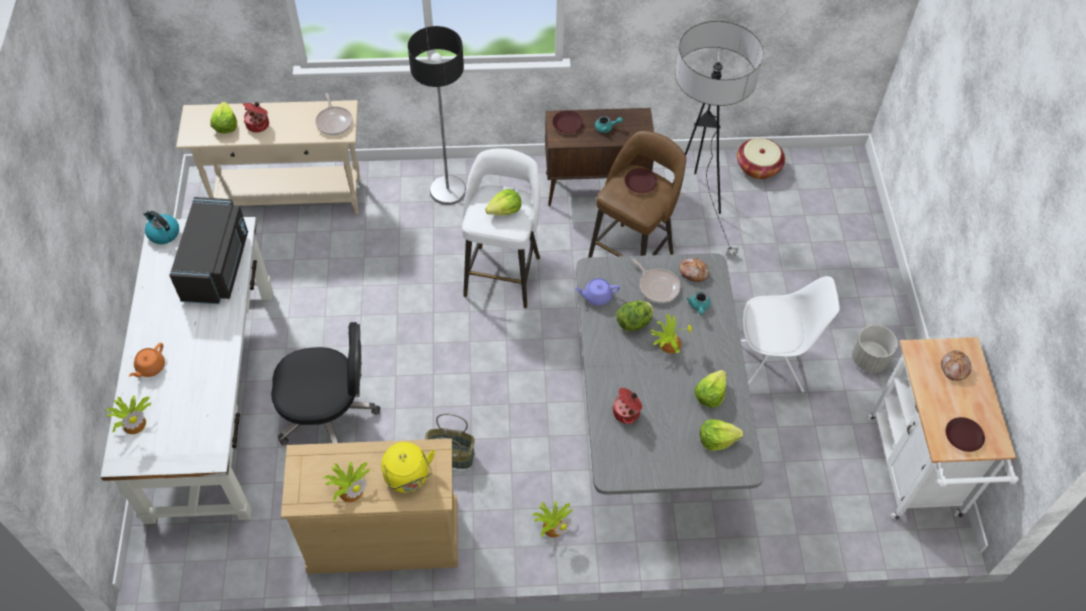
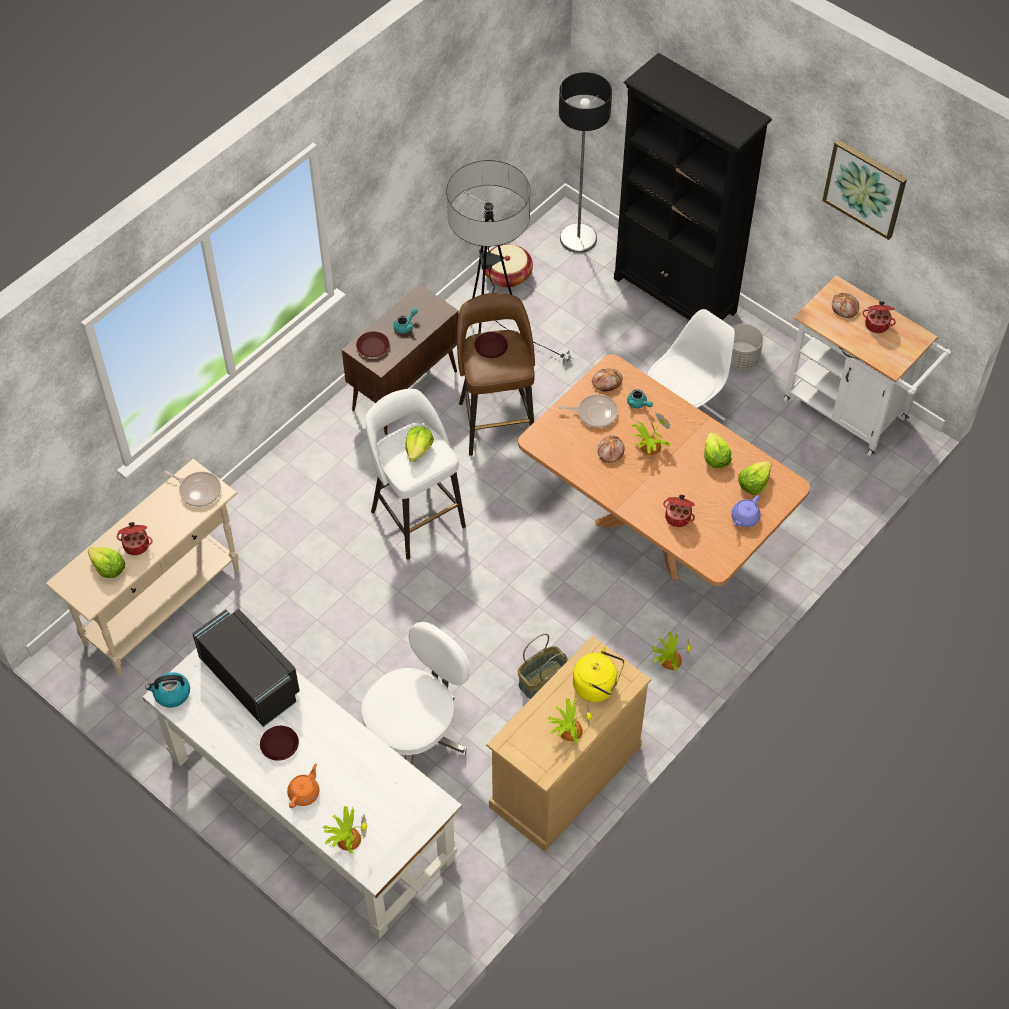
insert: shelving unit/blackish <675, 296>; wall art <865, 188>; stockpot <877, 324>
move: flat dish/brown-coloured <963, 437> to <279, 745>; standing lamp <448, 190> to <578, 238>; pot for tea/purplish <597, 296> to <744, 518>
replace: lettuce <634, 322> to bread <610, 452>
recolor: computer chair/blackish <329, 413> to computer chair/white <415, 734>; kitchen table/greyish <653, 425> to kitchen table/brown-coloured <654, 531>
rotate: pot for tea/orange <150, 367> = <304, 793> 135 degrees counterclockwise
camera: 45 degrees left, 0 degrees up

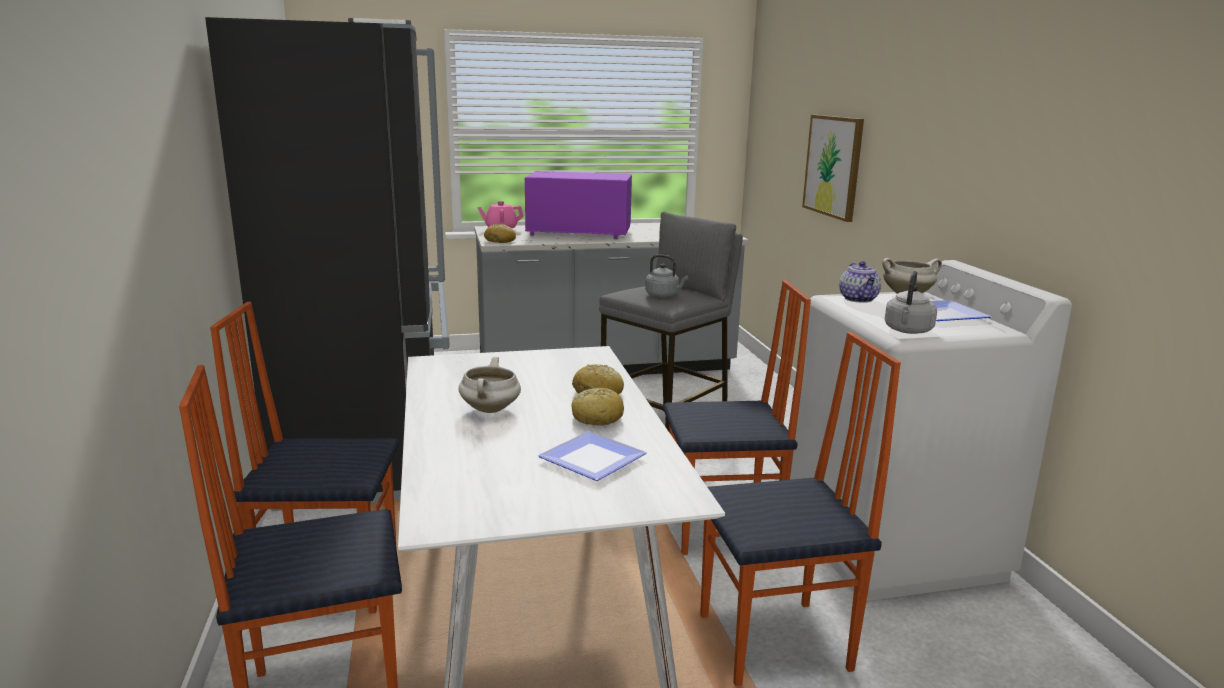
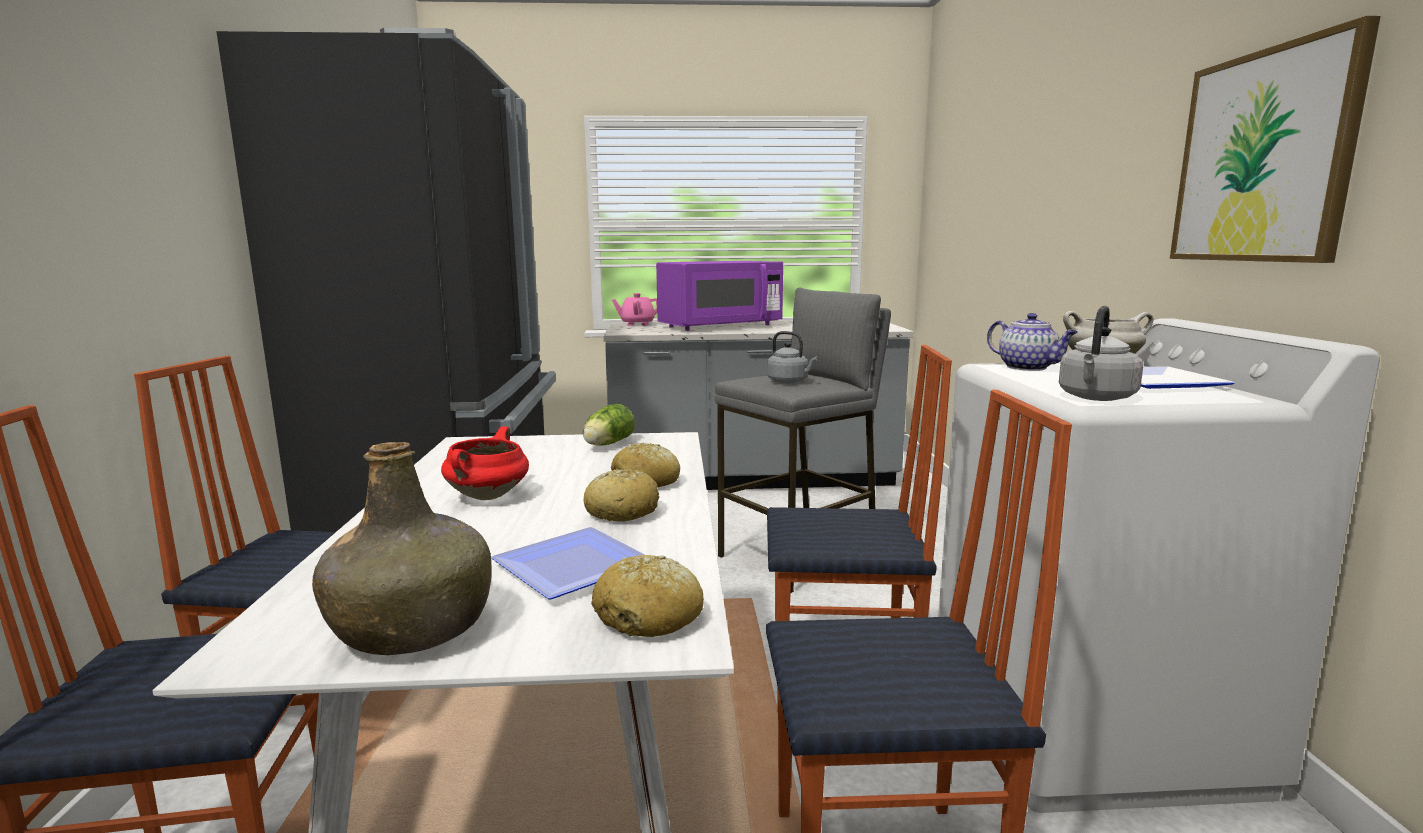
insert: bottle/green <413, 627>; lettuce <606, 444>
move: bread <500, 241> to <649, 617>; wall art <833, 166> to <1263, 157>
recolor: stockpot/white <491, 410> to stockpot/reddish <488, 497>
rotate: kitchen microwave/purplish <579, 233> = <720, 326> 135 degrees clockwise; pot for tea <859, 299> = <1028, 368> 45 degrees counterclockwise
camera: 10 degrees right, 5 degrees down

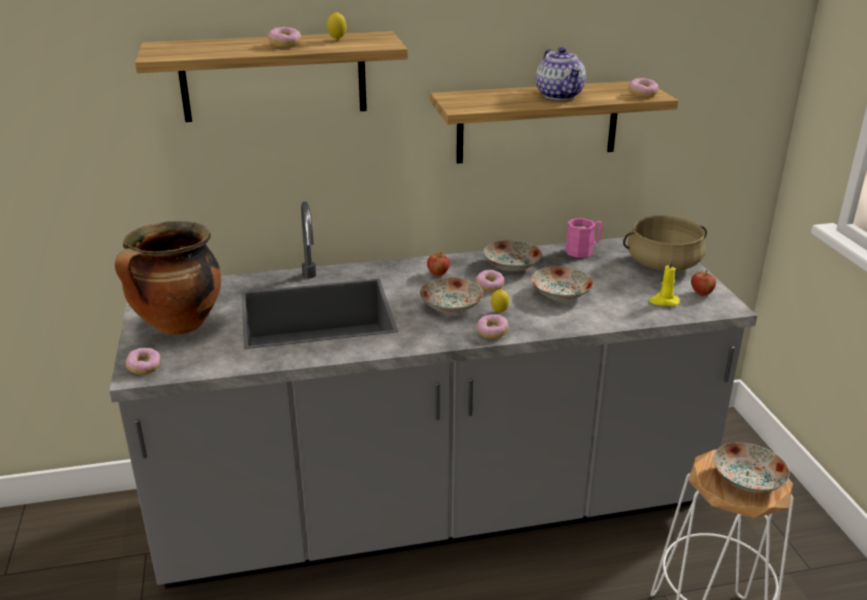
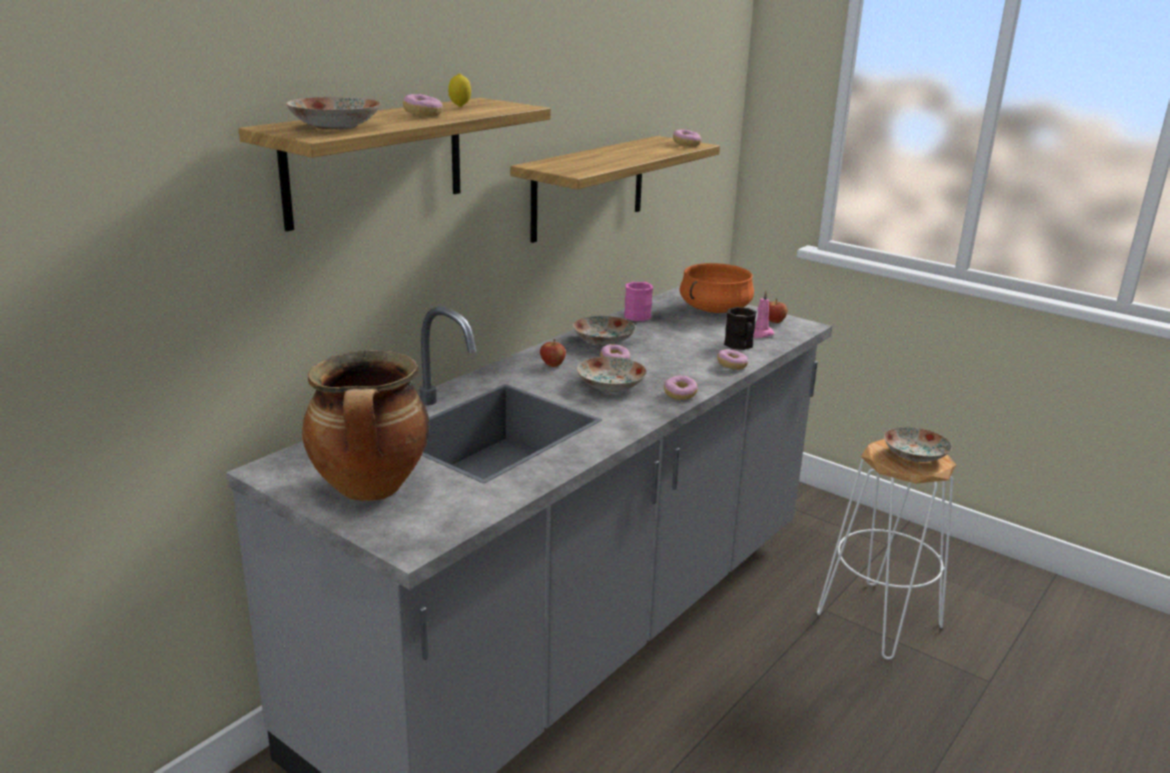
delete: whole lemon <499, 312>; pot for tea <560, 95>
insert: mug/blackish <740, 346>
move: flat dish <560, 294> to <334, 127>; ring doughnut <144, 367> to <731, 366>
recolor: stockpot/sand-coloured <663, 264> to stockpot/orange <714, 309>; wax light/yellow <663, 301> to wax light/pinkish <760, 334>
camera: 40 degrees left, 5 degrees down

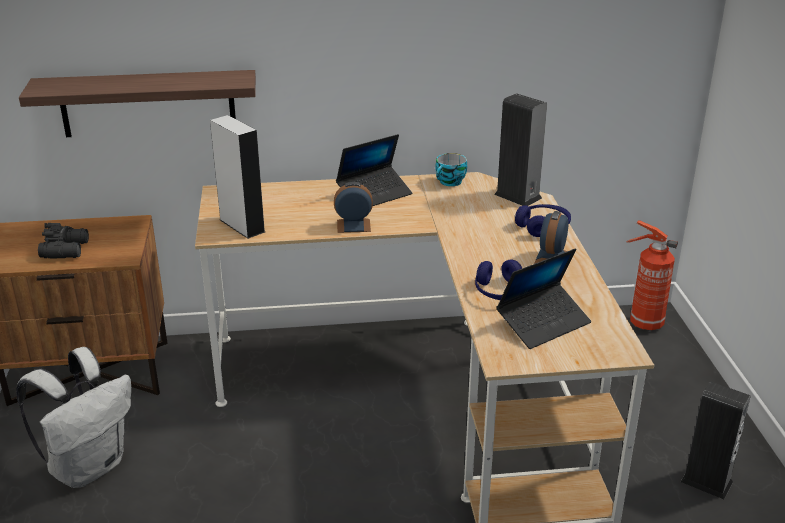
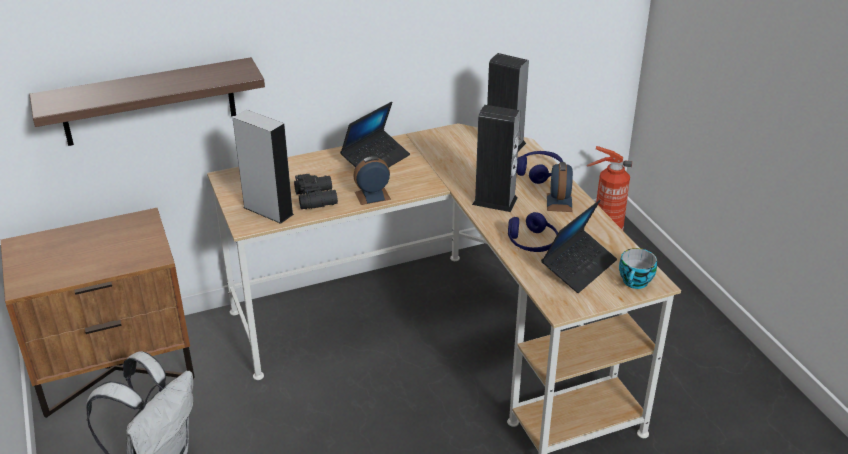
move: pair of binoculars/blackish <66, 249> to <317, 198>; loudspeaker <706, 481> to <494, 201>; drinking cup <450, 182> to <635, 282>
camera: 15 degrees left, 5 degrees up

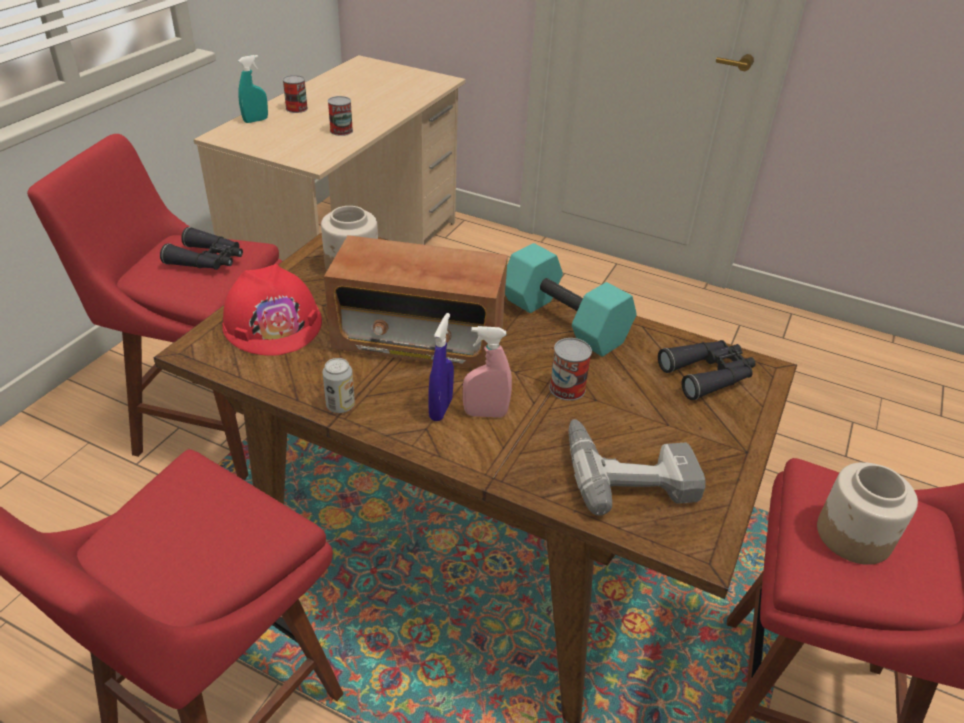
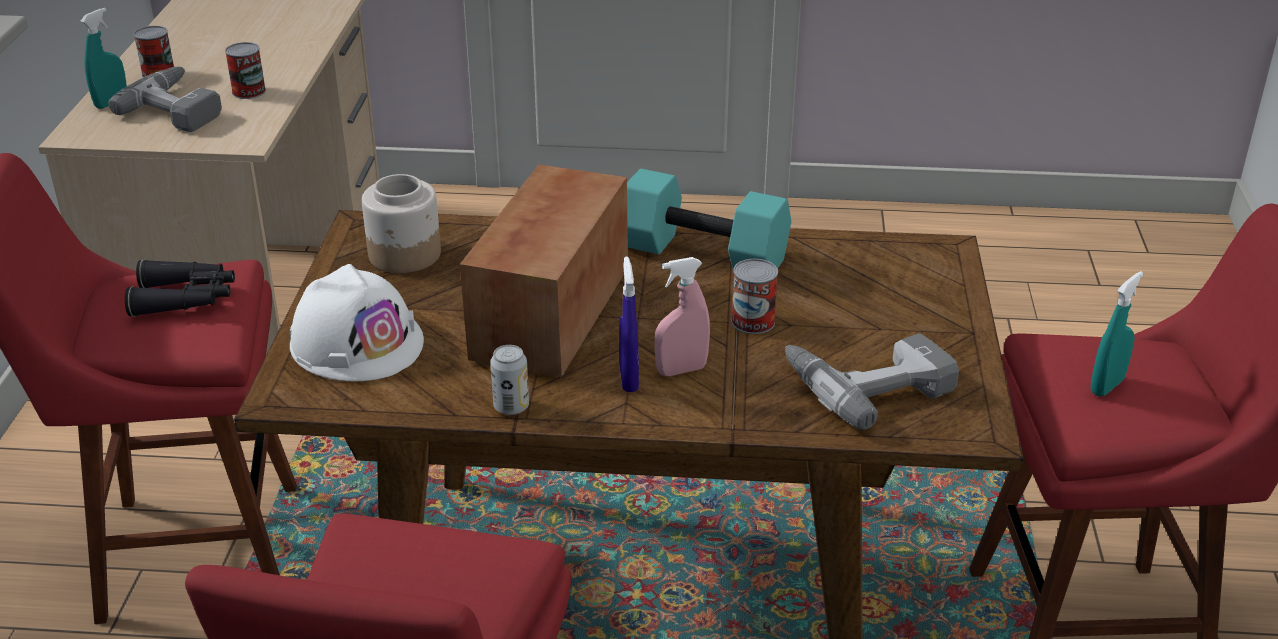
delete: pair of binoculars/blackish <708, 375>
insert: power drill <180, 107>
replace: storage jar <854, 535> to spray bottle/turquoise <1107, 386>
recolor: hard hat/reddish <273, 323> to hard hat/white <357, 342>
rotate: radio set <418, 340> = <550, 316> 120 degrees clockwise
camera: 20 degrees left, 5 degrees down

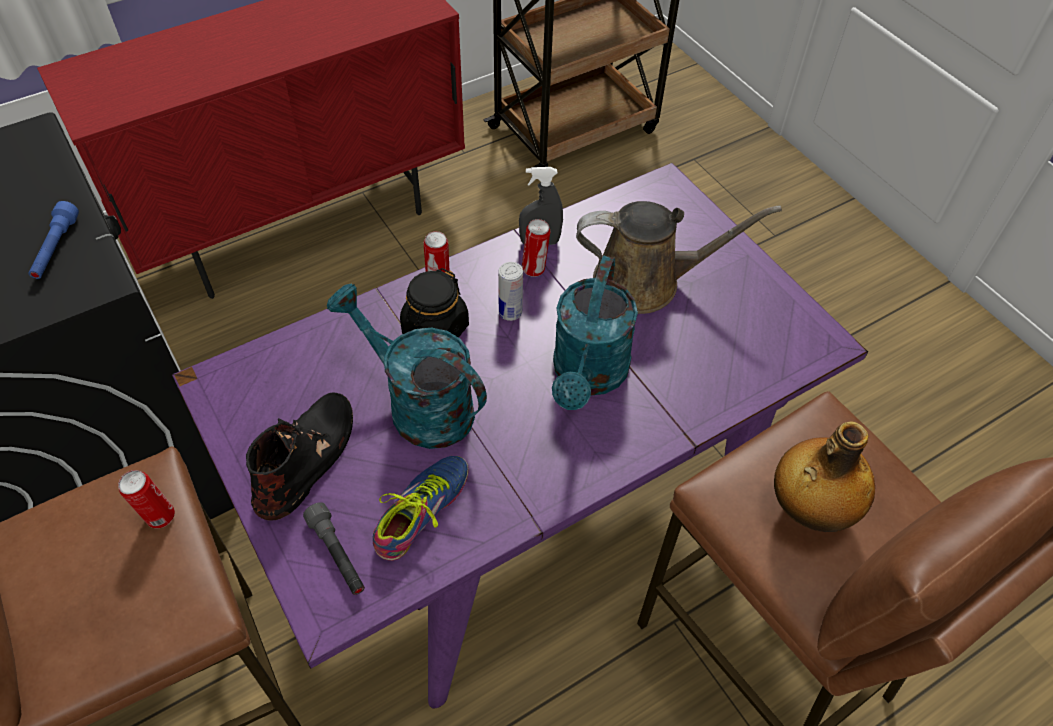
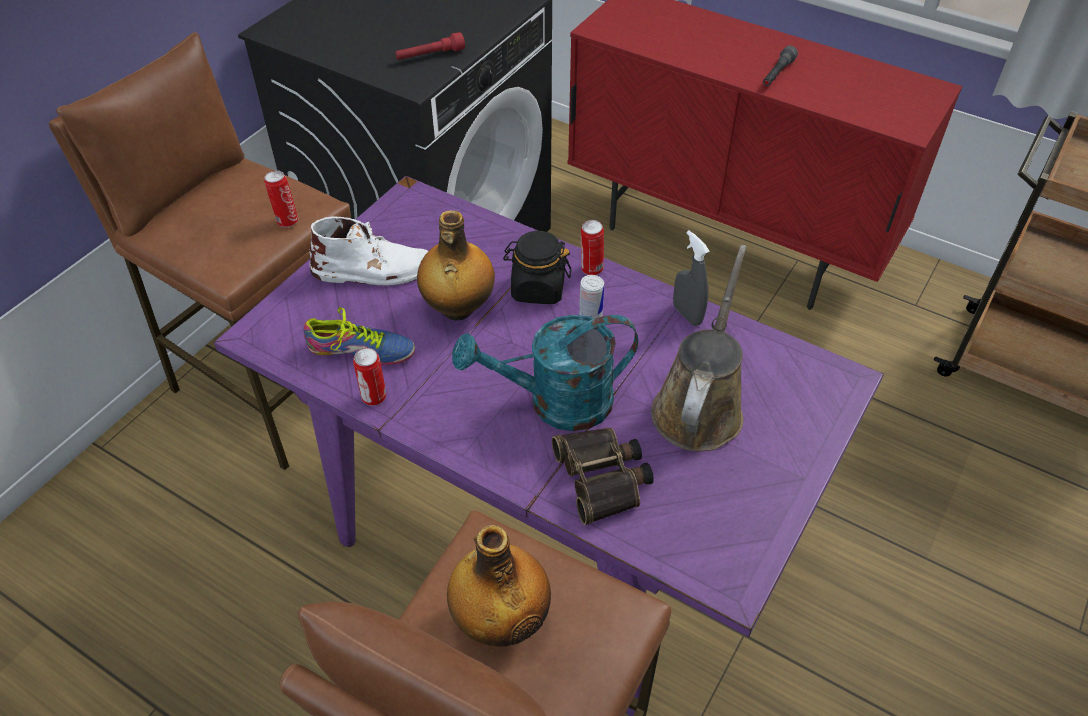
insert: pair of binoculars <603, 478>
move: sealed can <535, 269> to <374, 398>; hand torch/greyish <337, 555> to <777, 74>
replace: watering pot/turquoise <419, 404> to bottle <457, 309>
recolor: boot/blackish <307, 457> to boot/white <374, 270>; hand torch/bluish <56, 249> to hand torch/reddish <430, 56>
rotate: watering pot/brown-coloured <645, 281> = <699, 406> 135 degrees counterclockwise
camera: 65 degrees right, 5 degrees down

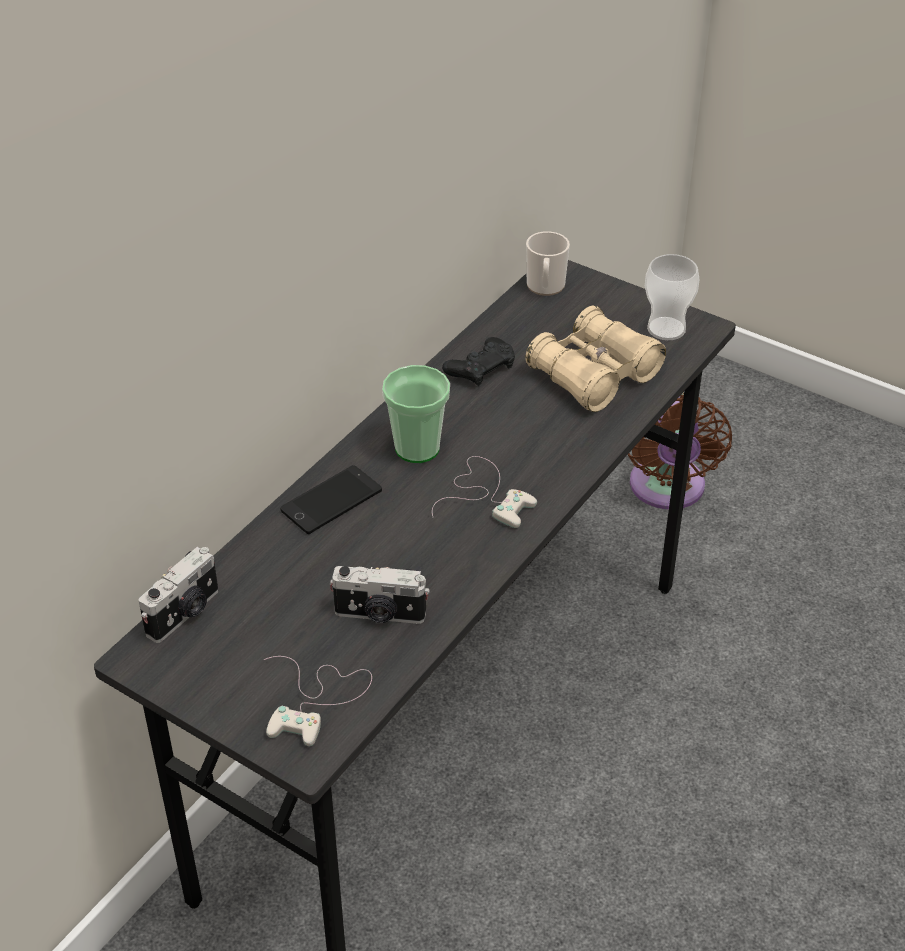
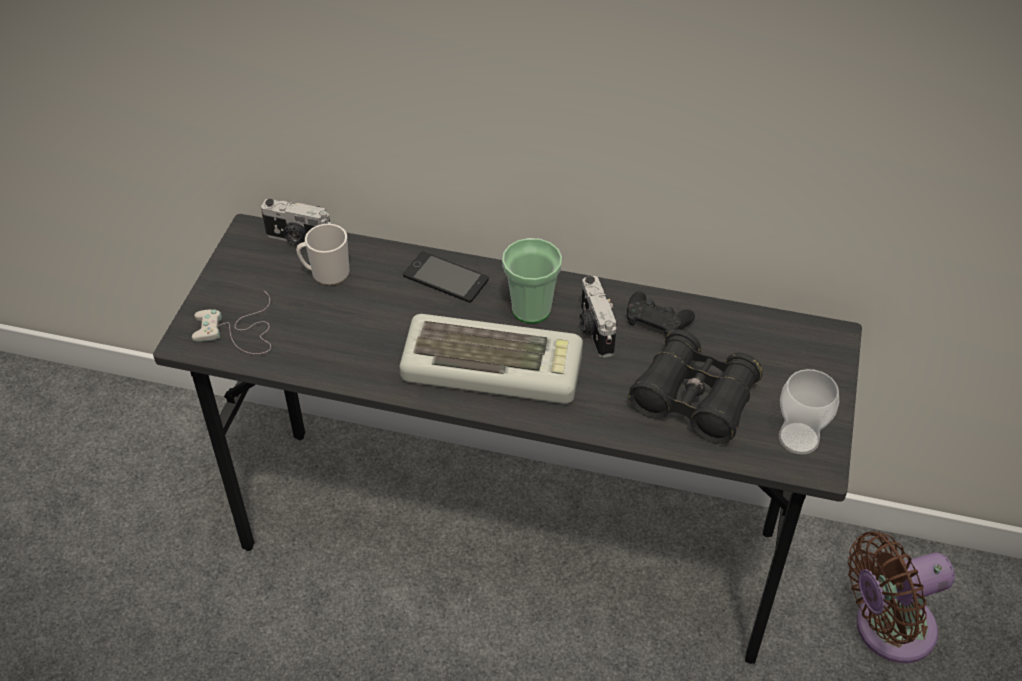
move: mug <545, 287> to <326, 273>; still camera <380, 615> to <594, 331>
replace: joypad/white <485, 495> to computer keyboard <494, 366>
recolor: pair of binoculars/sand-coloured <594, 375> to pair of binoculars/blackish <694, 400>
camera: 70 degrees right, 5 degrees up

